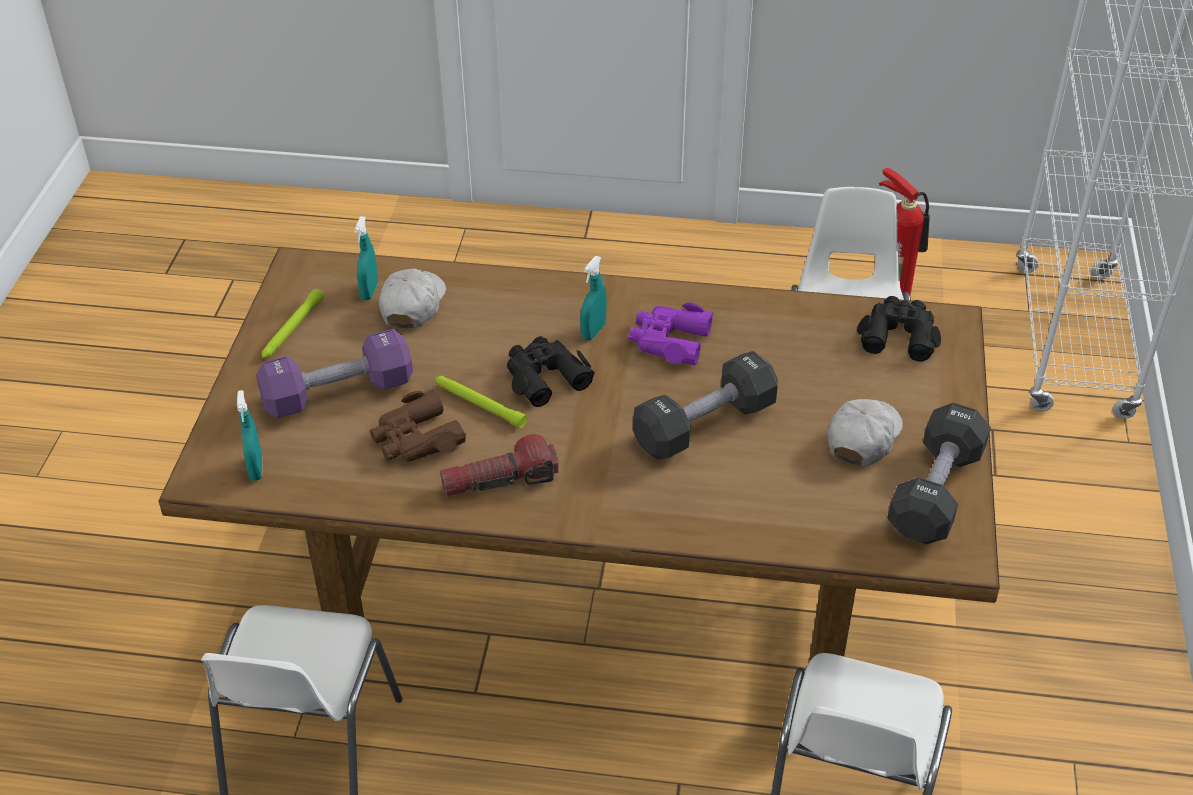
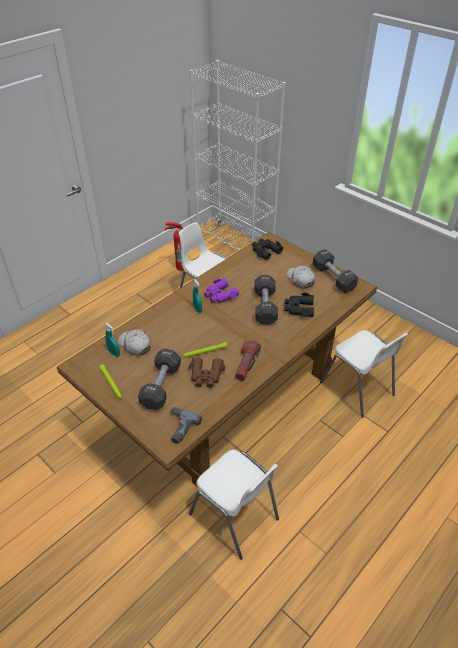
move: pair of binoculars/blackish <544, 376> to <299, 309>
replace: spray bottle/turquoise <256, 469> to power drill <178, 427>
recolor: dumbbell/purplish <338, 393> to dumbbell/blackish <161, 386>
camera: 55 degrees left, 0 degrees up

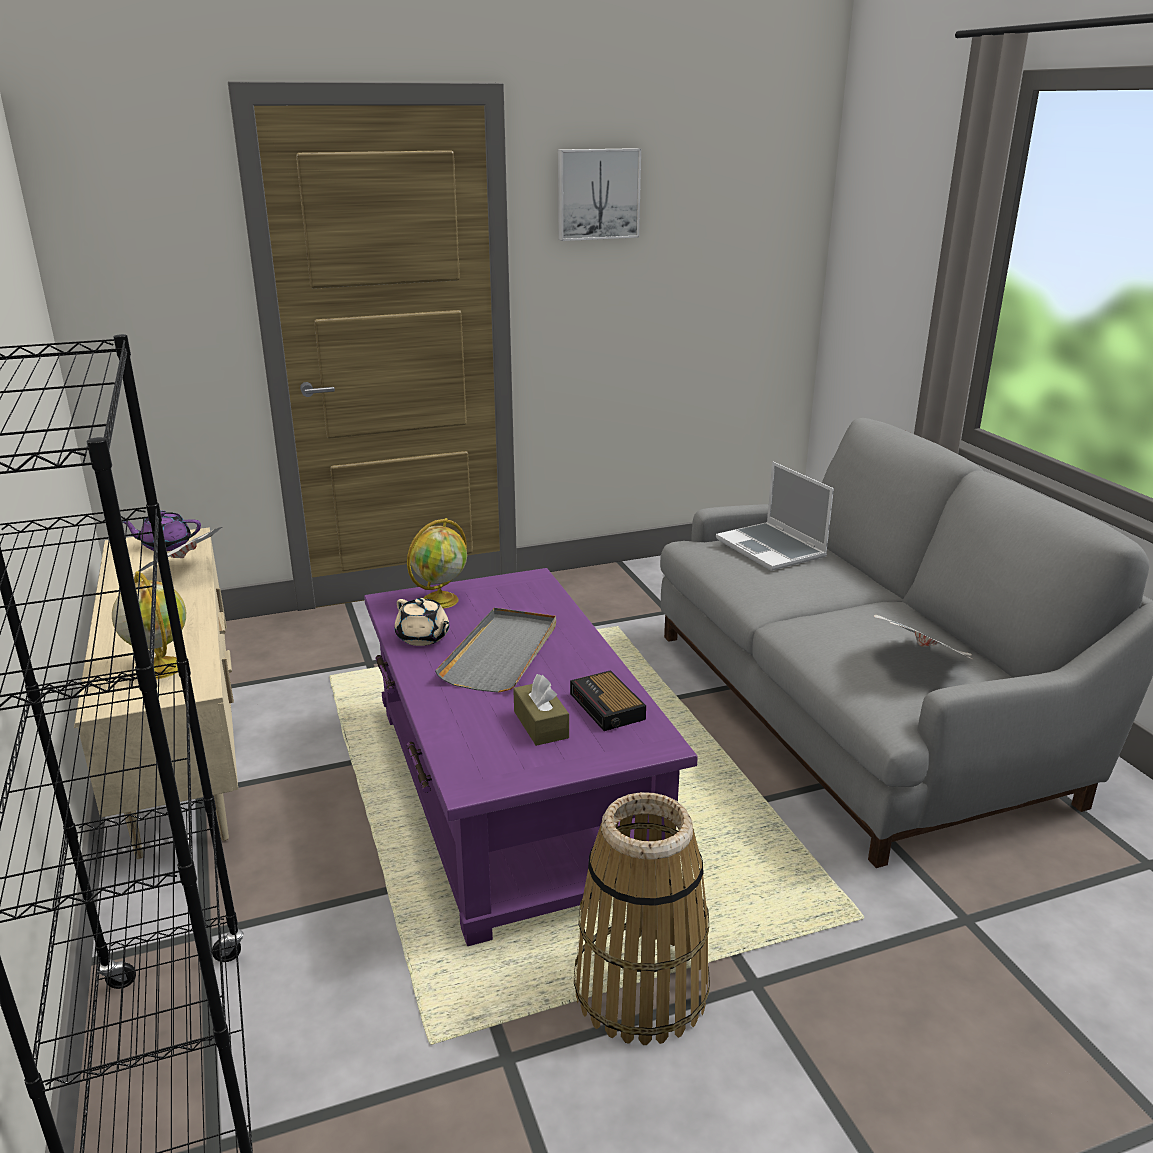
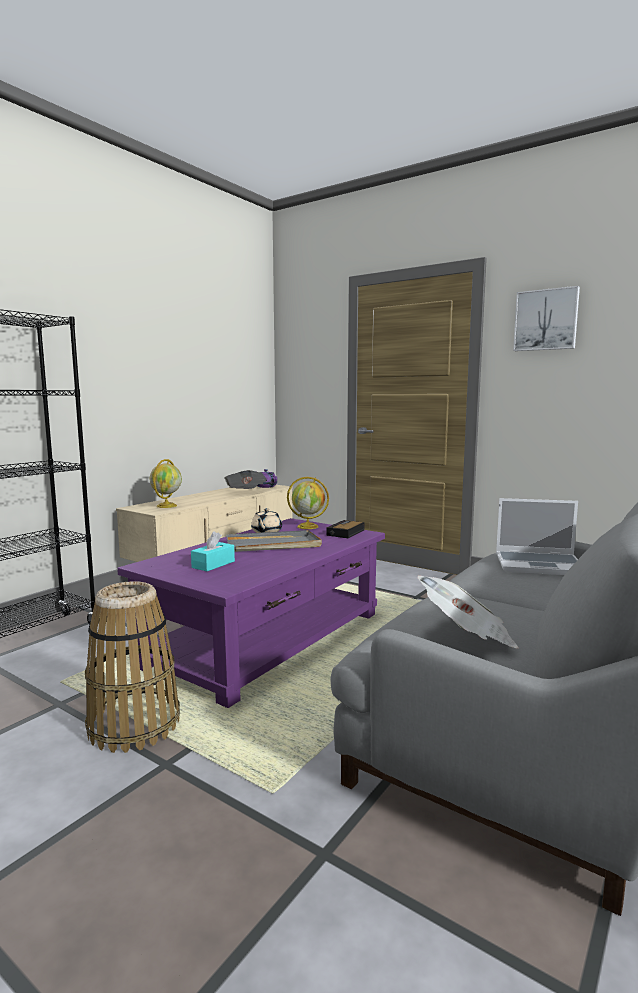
move: bedside clock <608, 707> to <345, 533>
recolor: box of tissues/brown-coloured <541, 724> to box of tissues/turquoise <213, 564>
rotate: laptop <772, 549> = <540, 565> 105 degrees counterclockwise
camera: 55 degrees right, 15 degrees down

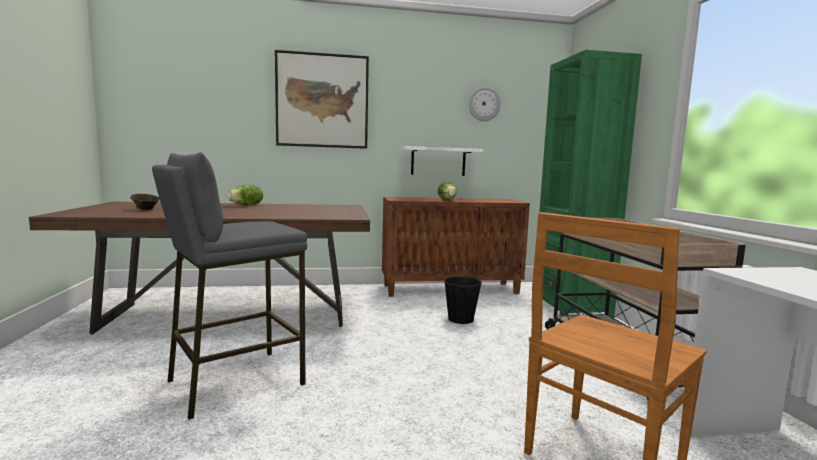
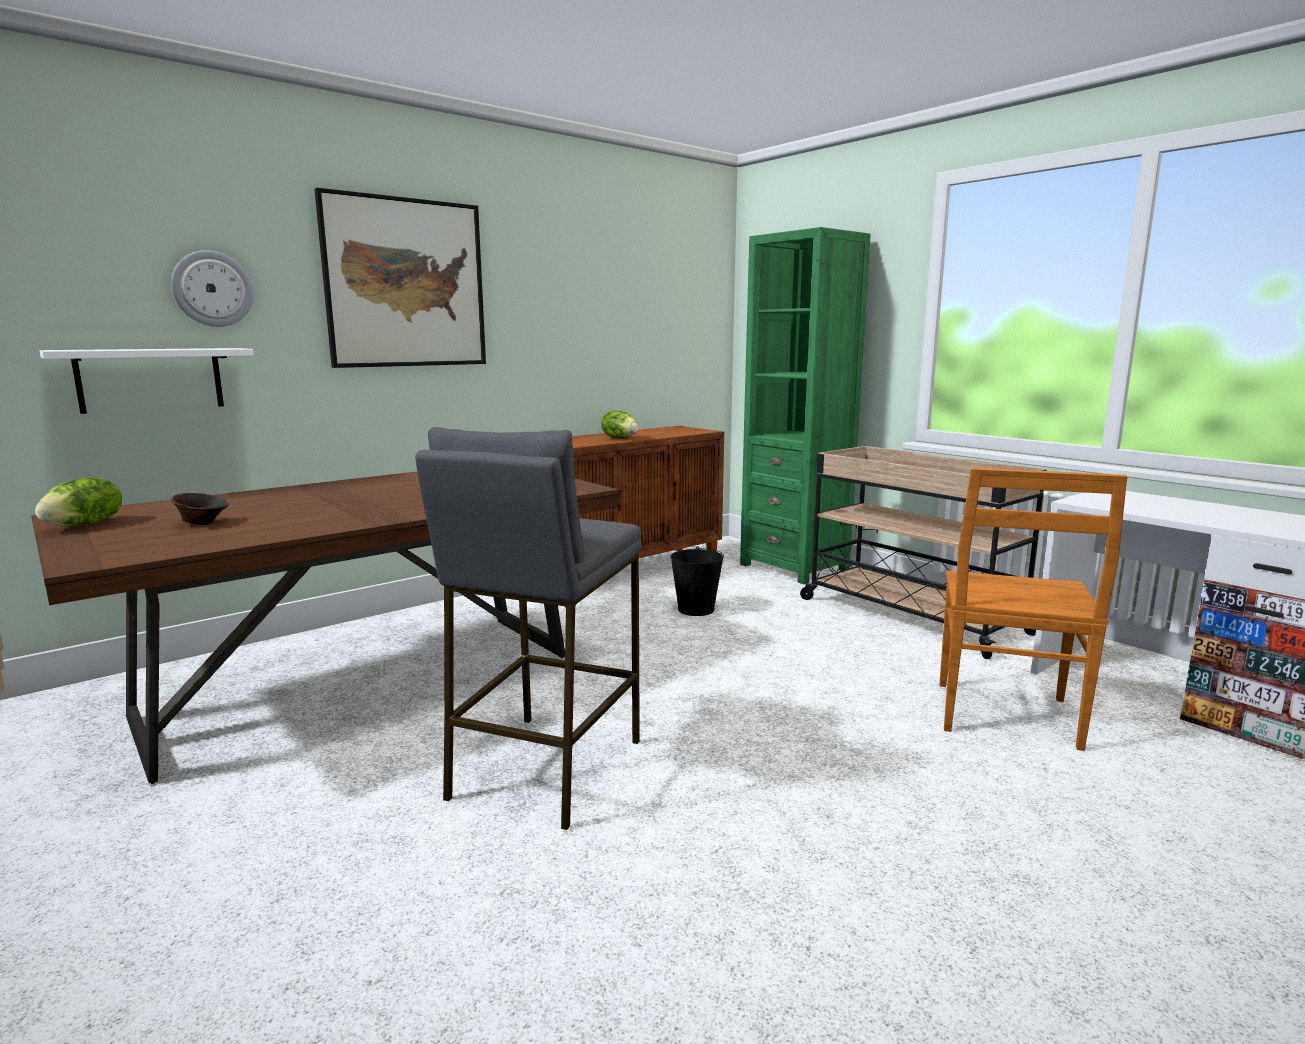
move: lettuce <246, 205> to <85, 525>; wall shelf/white <438, 161> to <150, 379>; hanging clock <484, 104> to <213, 289>
camera: 30 degrees left, 5 degrees up

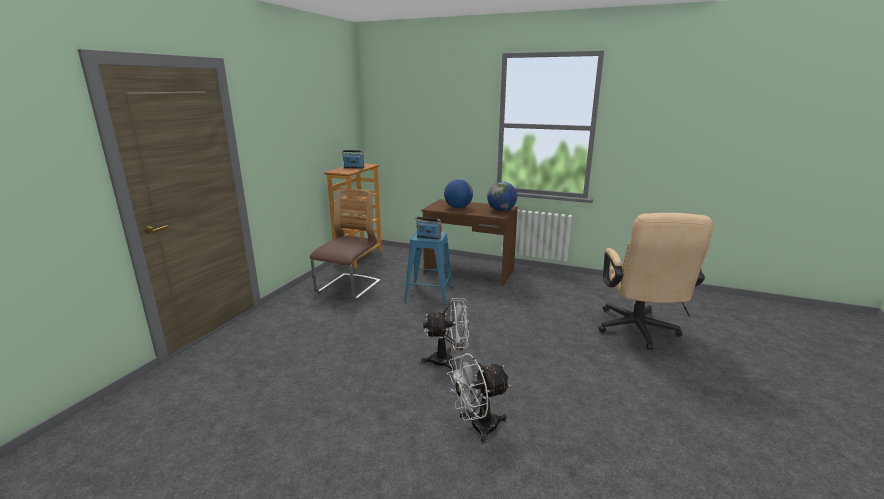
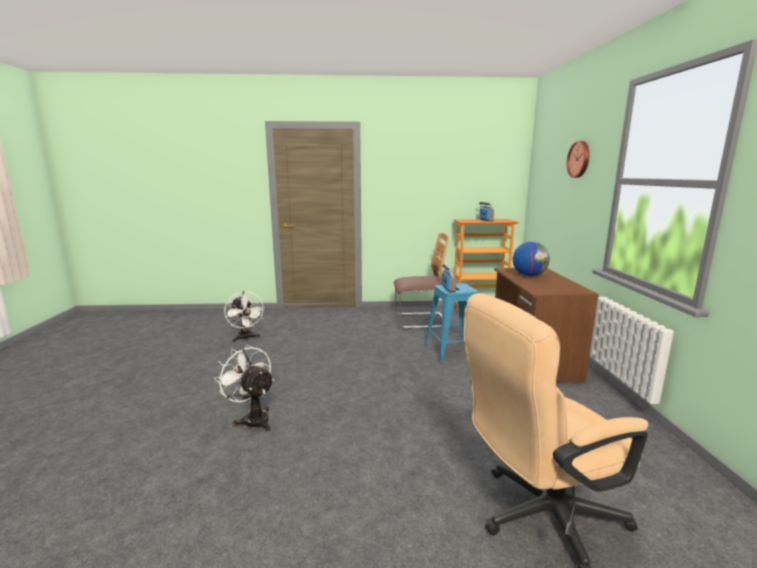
delete: globe <501, 211>
insert: hanging clock <579, 159>
move: cooling fan/white <448, 360> to <246, 338>
camera: 65 degrees right, 5 degrees down

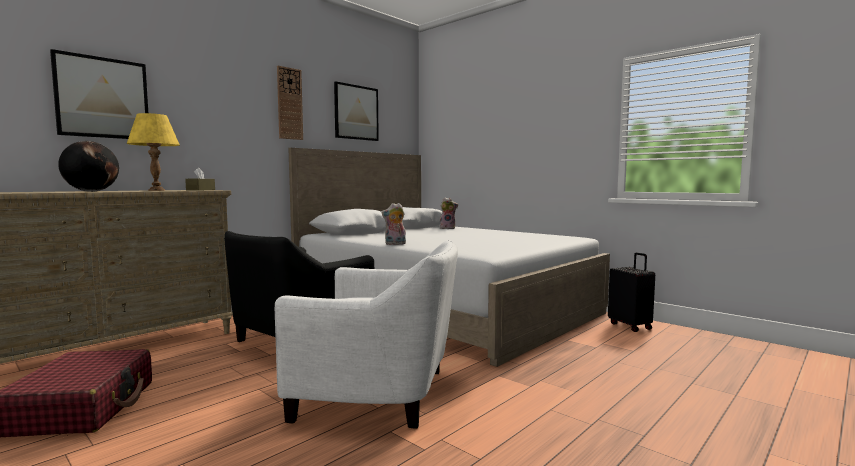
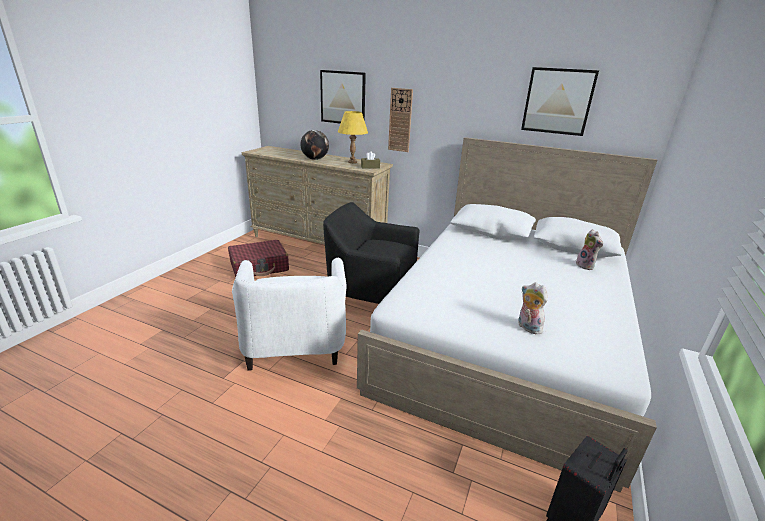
move: hanging clock <289, 103> to <400, 120>; soft toy <395, 244> to <527, 327>
camera: 70 degrees right, 20 degrees up

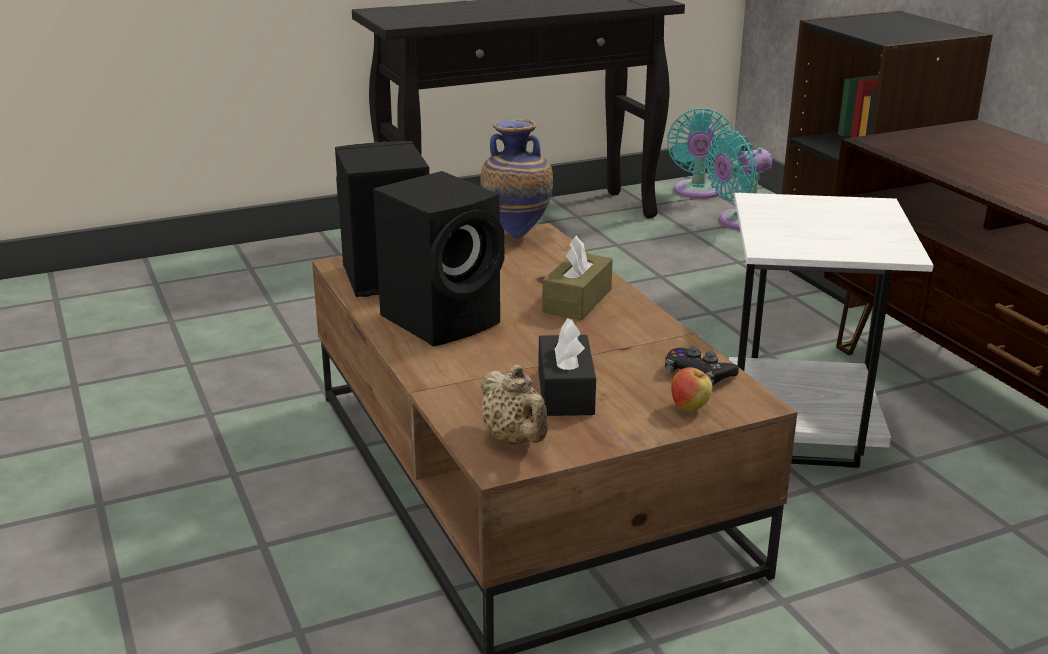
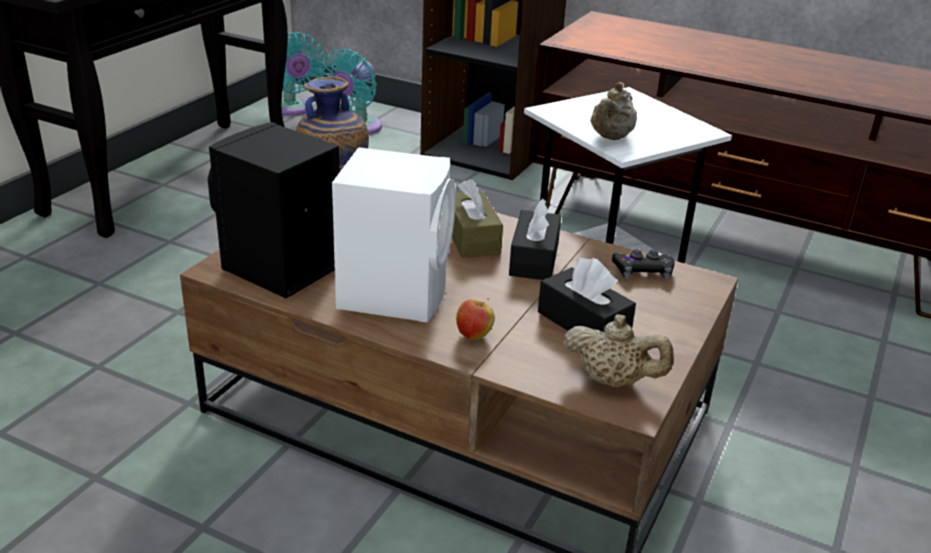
insert: box of tissues/blackish <534, 259>; pot for tea/sand-coloured <610, 138>
move: apple fruit <690, 408> to <474, 335>
recolor: loudspeaker/blackish <444, 319> to loudspeaker/white <395, 292>
camera: 40 degrees left, 5 degrees up

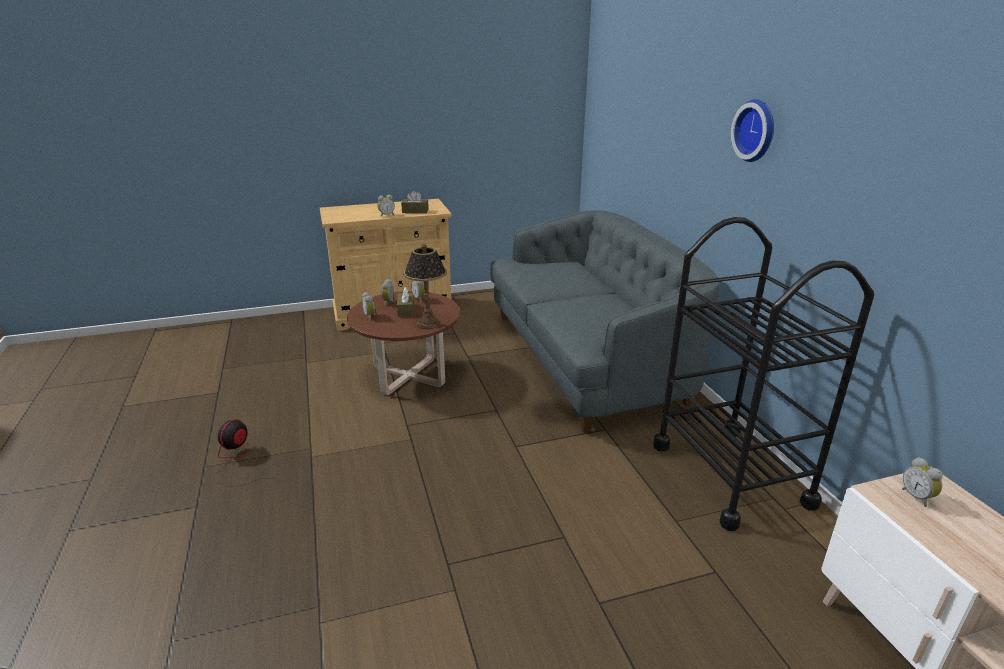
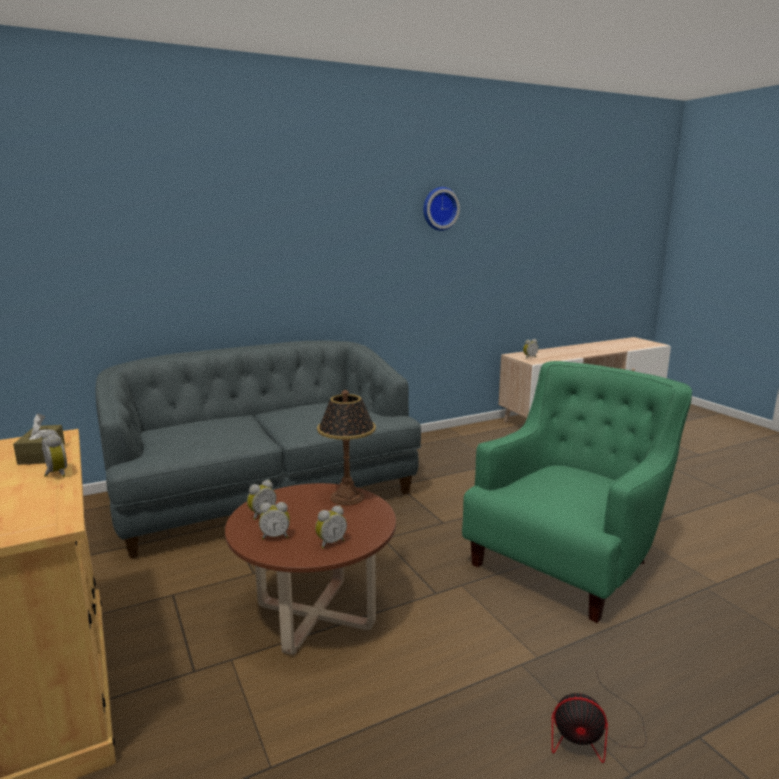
delete: box of tissues/brown-coloured <405, 310>; trolley/blackish <730, 474>
insert: easy chair/green <569, 558>
move: hanging clock <757, 130> to <439, 208>
camera: 100 degrees left, 10 degrees down

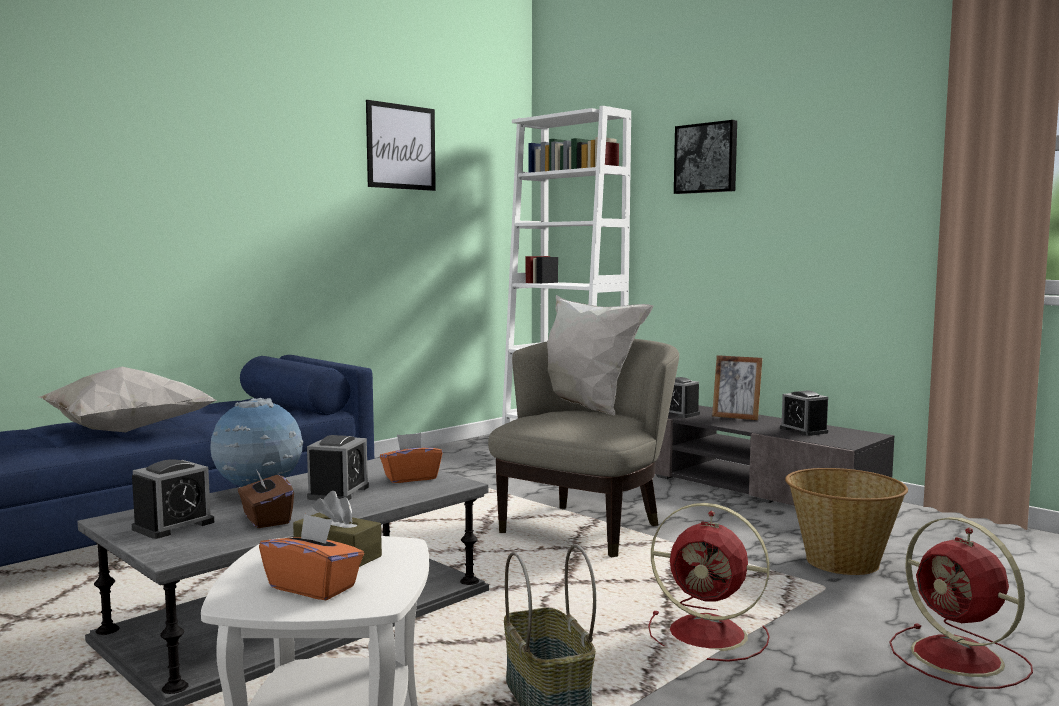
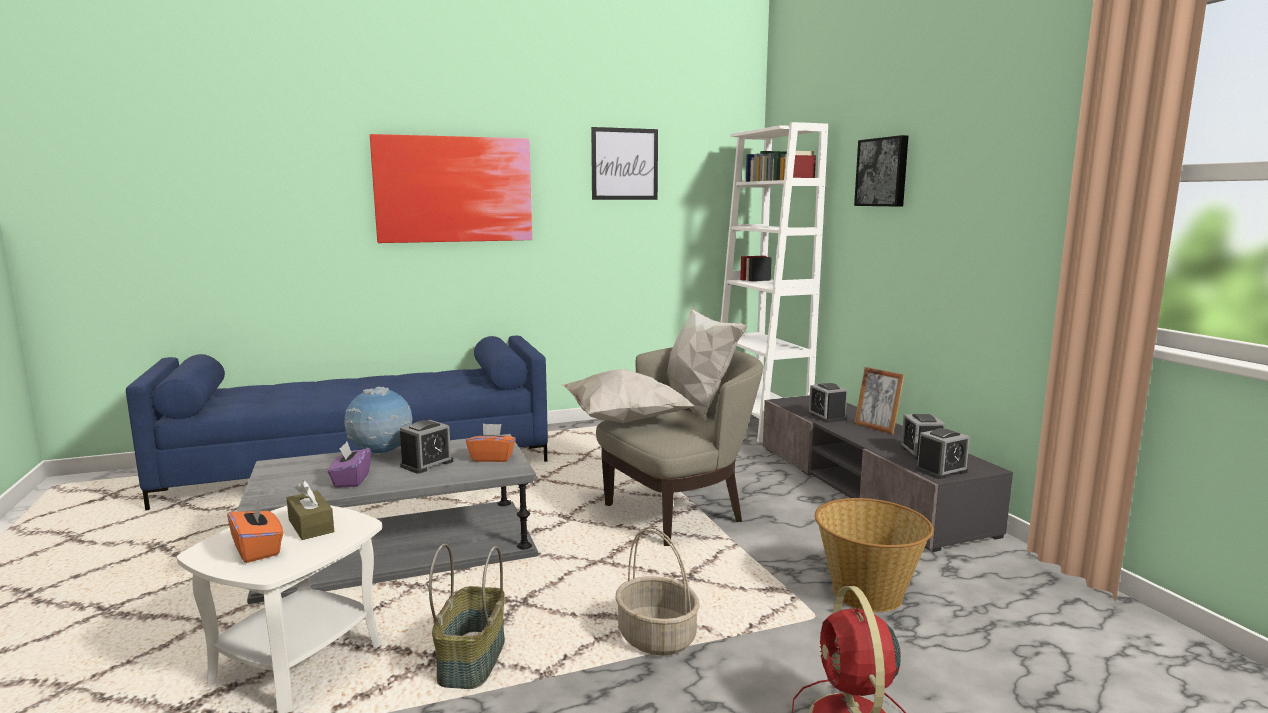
insert: wall art <454, 189>
move: cushion/white <125, 431> to <622, 421>; bedside clock <173, 525> to <941, 470>
replace: cooling fan/reddish <710, 634> to household basket <657, 637>
recolor: box of tissues/brown-coloured <266, 519> to box of tissues/purplish <351, 480>
camera: 25 degrees right, 5 degrees up

